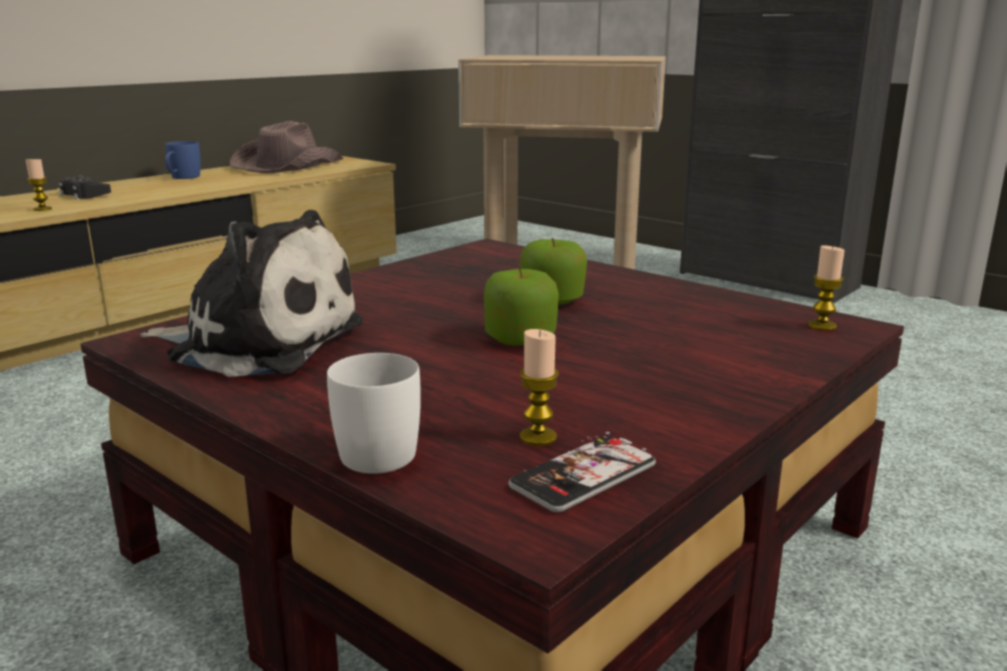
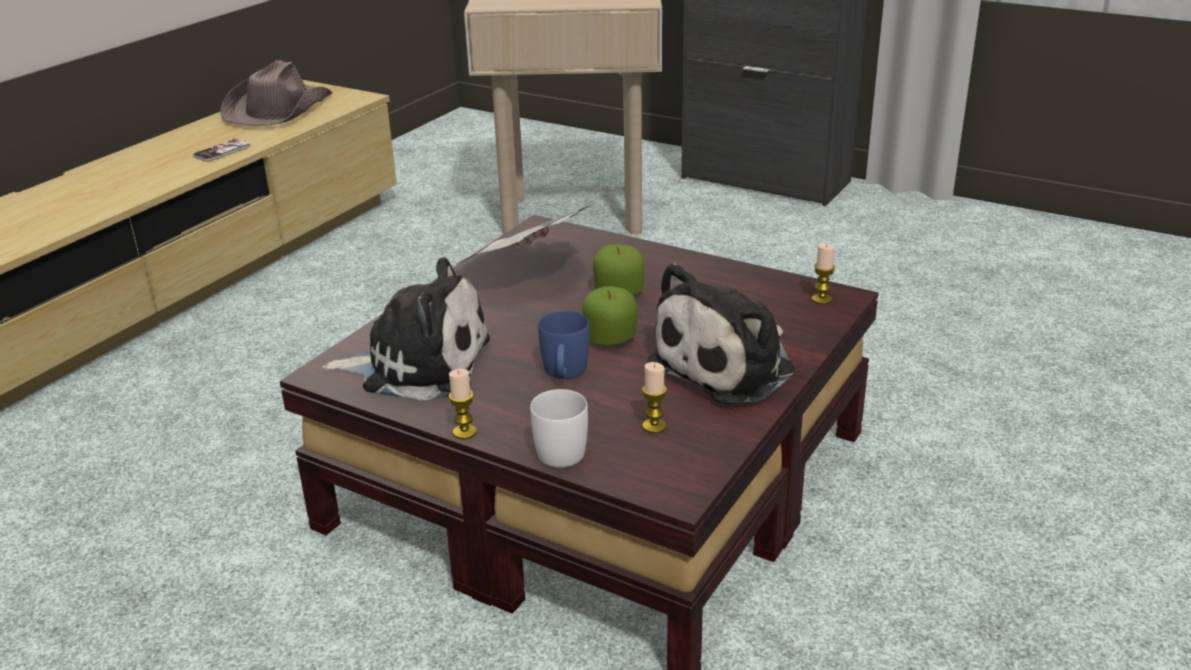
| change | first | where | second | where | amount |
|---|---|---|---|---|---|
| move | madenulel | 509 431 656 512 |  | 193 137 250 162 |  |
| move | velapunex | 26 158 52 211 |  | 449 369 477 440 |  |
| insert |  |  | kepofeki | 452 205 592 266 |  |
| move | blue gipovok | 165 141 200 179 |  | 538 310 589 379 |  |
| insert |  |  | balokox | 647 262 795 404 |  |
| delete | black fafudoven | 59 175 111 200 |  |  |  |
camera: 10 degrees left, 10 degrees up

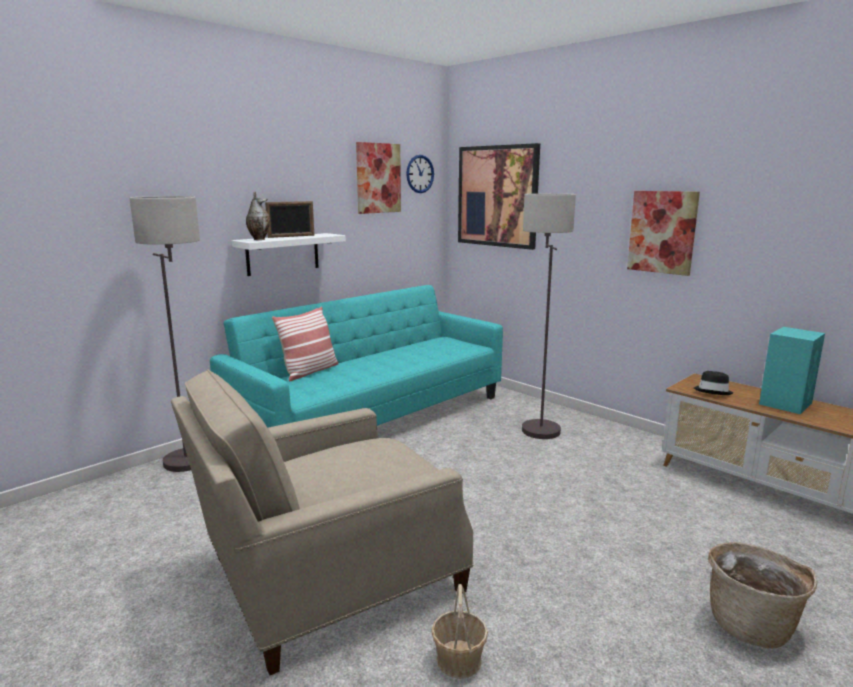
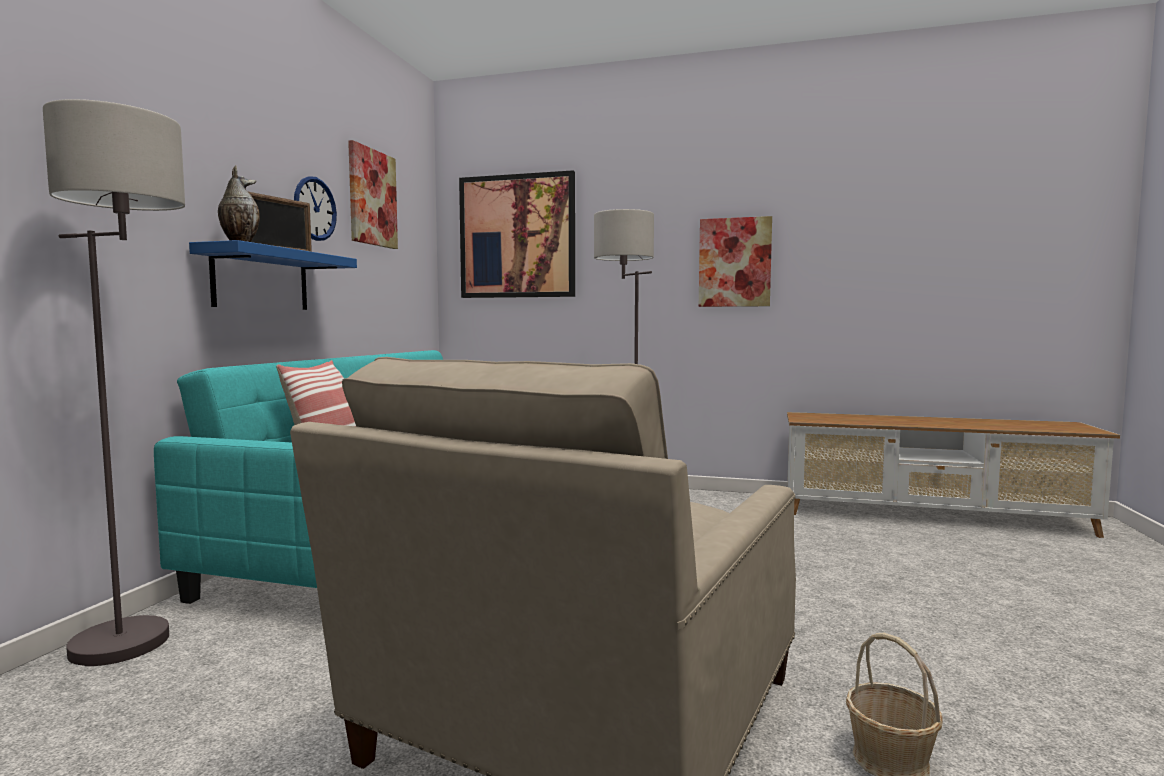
| change | first | where | second | where | amount |
|---|---|---|---|---|---|
| recolor | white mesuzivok | 232 233 346 276 | blue mesuzivok | 189 240 357 310 |  |
| move | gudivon | 406 155 434 193 |  | 294 176 337 241 |  |
| delete | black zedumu | 694 371 733 395 |  |  |  |
| delete | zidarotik | 708 542 817 648 |  |  |  |
| delete | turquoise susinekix | 759 327 825 414 |  |  |  |
camera: 30 degrees left, 10 degrees down

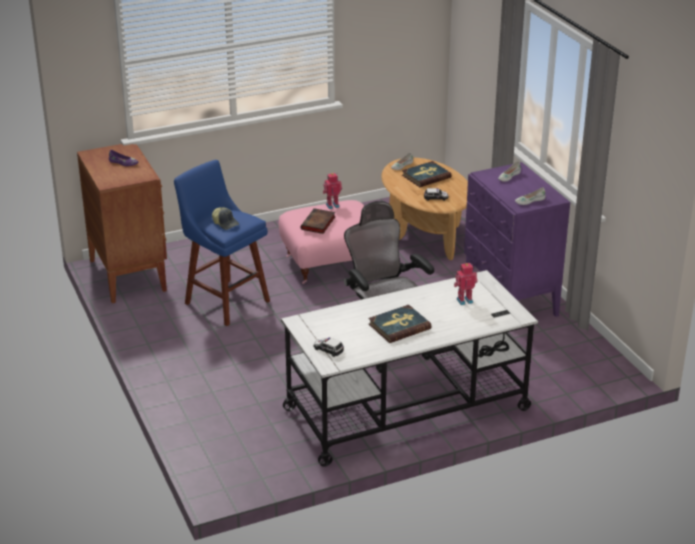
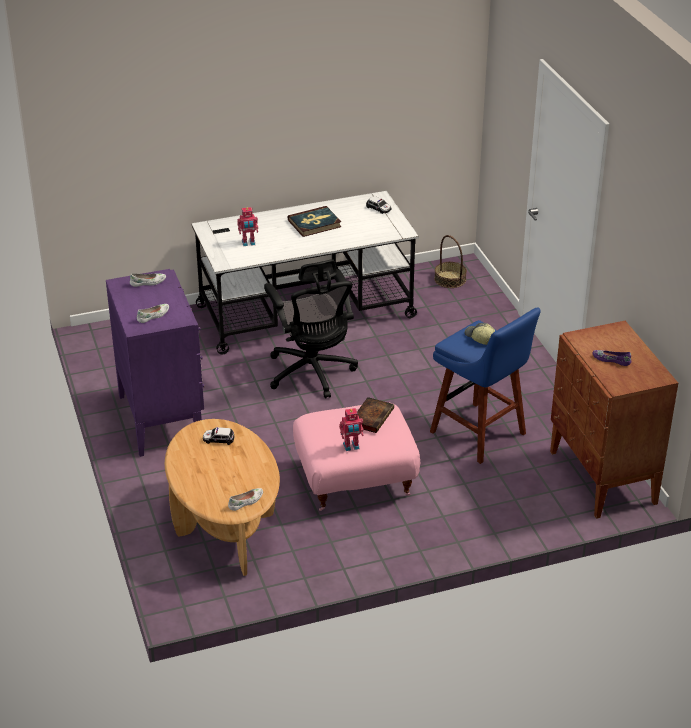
| change | first | where | second | where | amount |
|---|---|---|---|---|---|
| insert |  |  | zidarotik | 434 235 467 288 |  |
| delete | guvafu | 402 161 451 187 |  |  |  |
camera: 175 degrees left, 5 degrees up

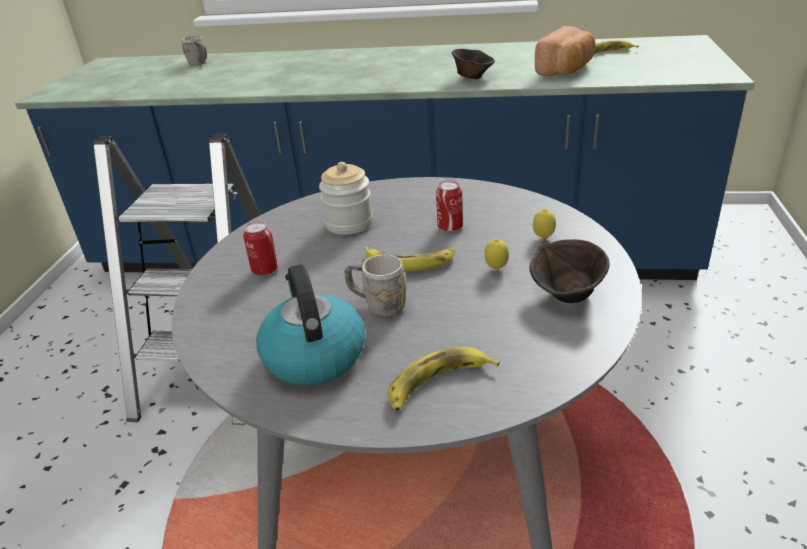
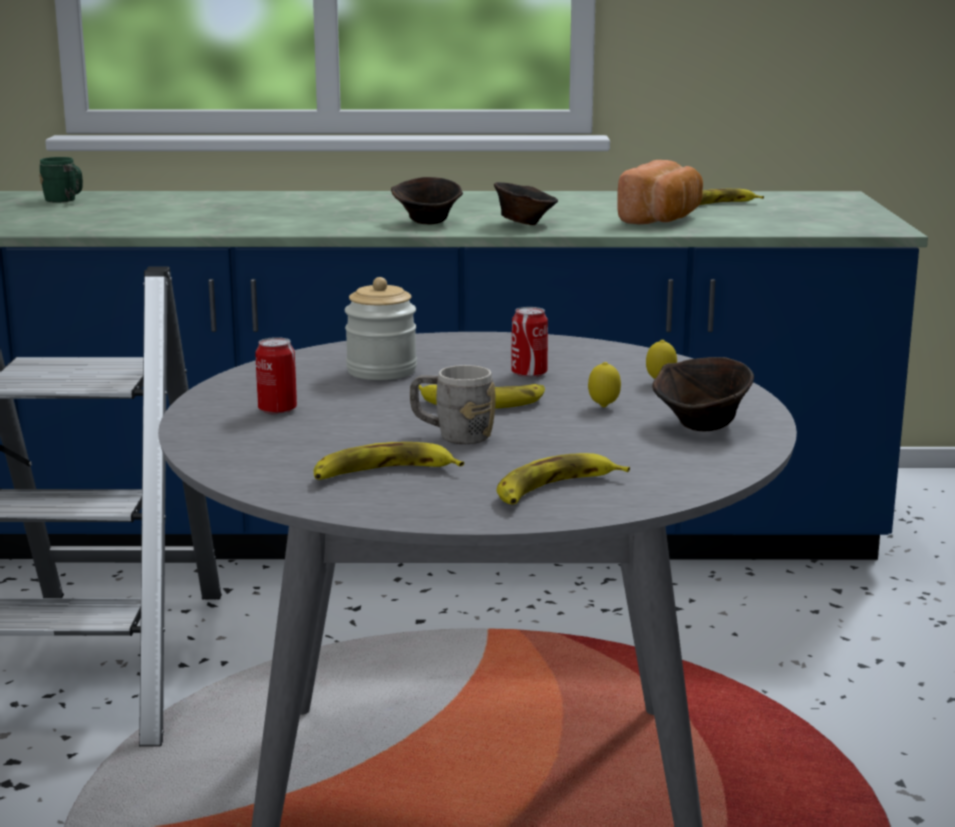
| change | first | where | second | where | amount |
|---|---|---|---|---|---|
| recolor | grey gipovok | 182 35 207 65 | green gipovok | 39 157 83 203 |  |
| replace | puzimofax | 256 264 365 385 | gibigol | 314 442 464 480 |  |
| insert |  |  | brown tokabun | 391 177 463 225 |  |
camera: 10 degrees left, 15 degrees down

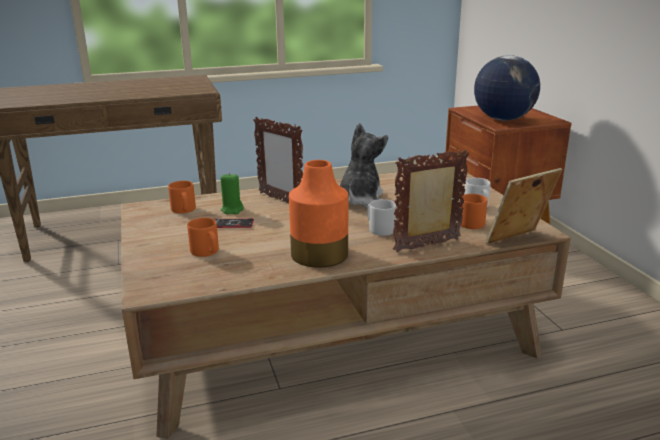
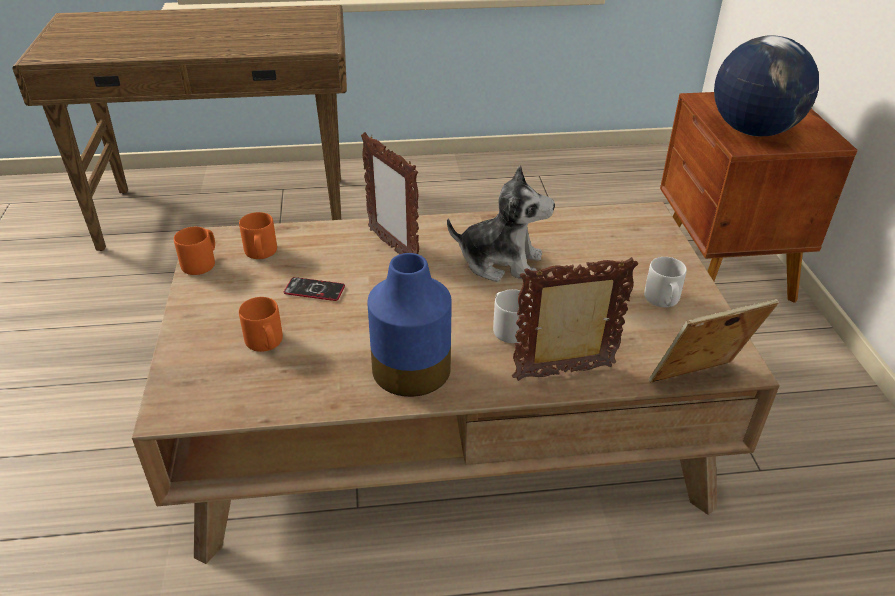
| change | first | where | second | where | amount |
|---|---|---|---|---|---|
| move | orange gipovok | 460 194 488 229 |  | 174 227 215 275 |  |
| recolor | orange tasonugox | 289 160 348 267 | blue tasonugox | 367 253 452 397 |  |
| rotate | balokox | 340 123 388 208 |  | 447 165 555 282 | 75 degrees clockwise |
| delete | green velapunex | 220 172 244 214 |  |  |  |
camera: 10 degrees right, 15 degrees up

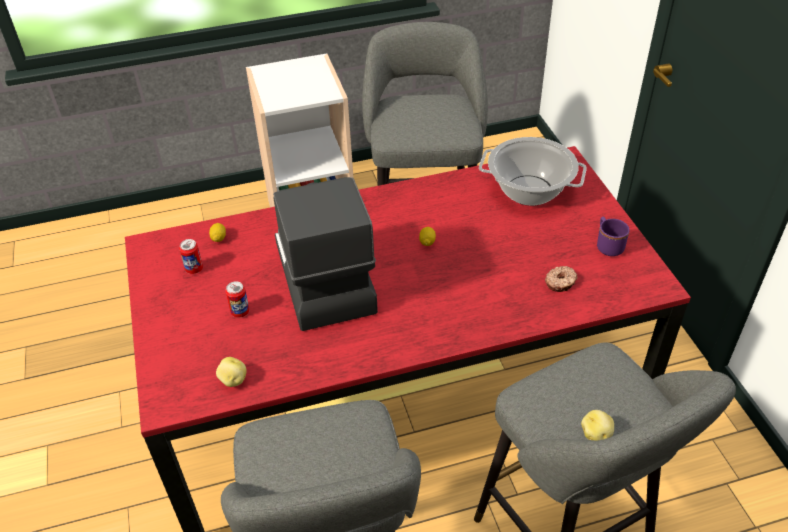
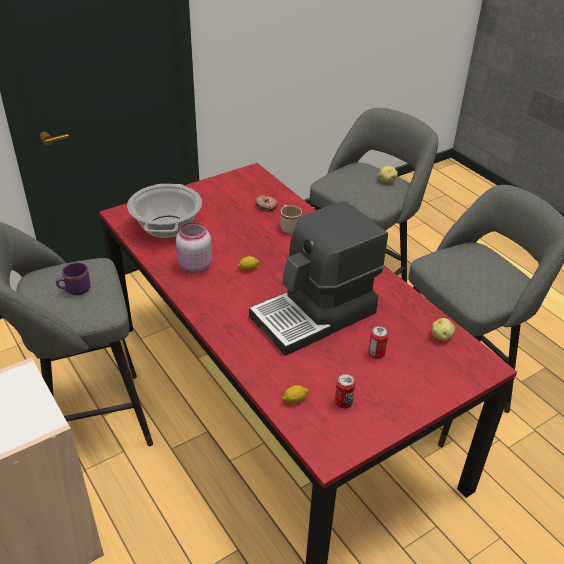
| change | first | where | second | where | amount |
|---|---|---|---|---|---|
| move | purple gipovok | 597 217 630 256 |  | 56 262 91 295 |  |
| insert |  |  | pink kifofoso | 176 222 212 274 |  |
| insert |  |  | beige gipovok | 280 205 302 234 |  |
camera: 110 degrees left, 5 degrees down

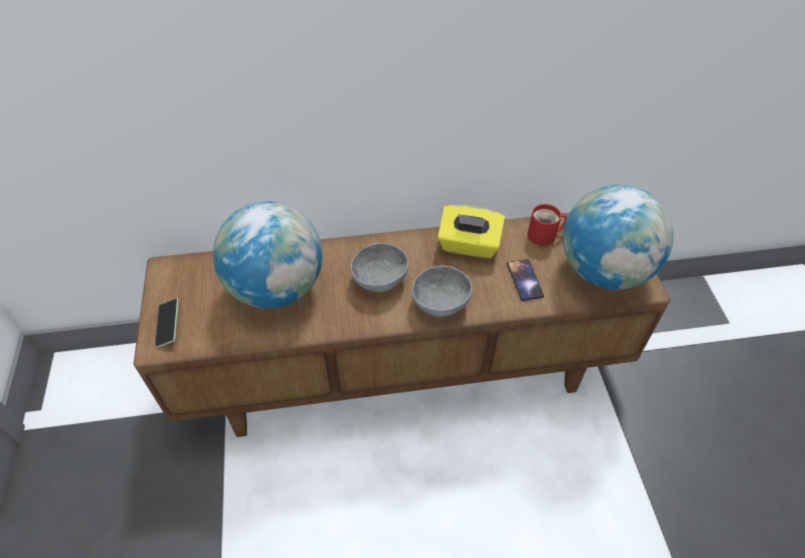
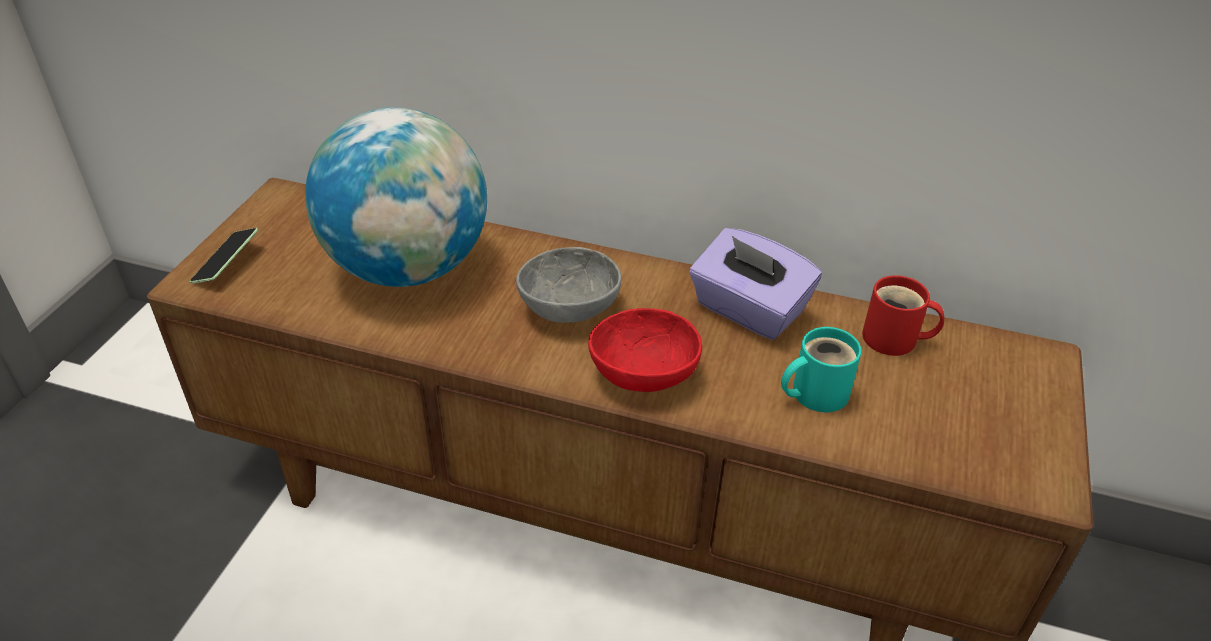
| change | first | where | second | where | amount |
|---|---|---|---|---|---|
| recolor | grey tokabun | 412 266 473 317 | red tokabun | 588 308 702 392 |  |
| recolor | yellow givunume | 438 205 505 259 | purple givunume | 689 228 822 340 |  |
| replace | madenulel | 507 259 544 301 | turquoise gipovok | 781 327 861 412 |  |
| delete | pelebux | 563 185 673 290 |  |  |  |
camera: 25 degrees right, 10 degrees down

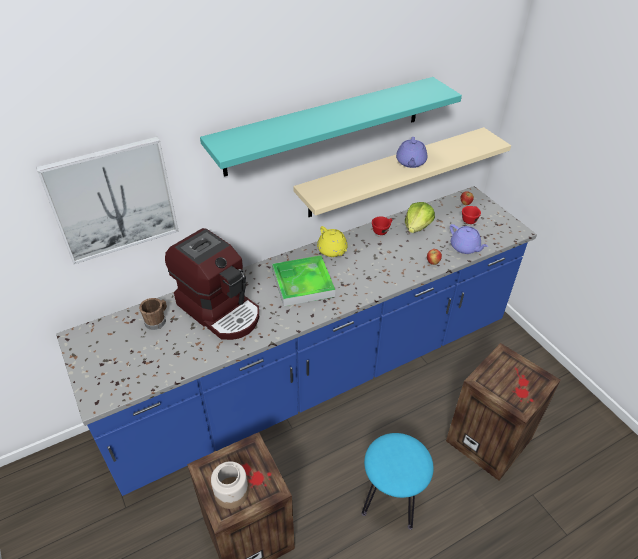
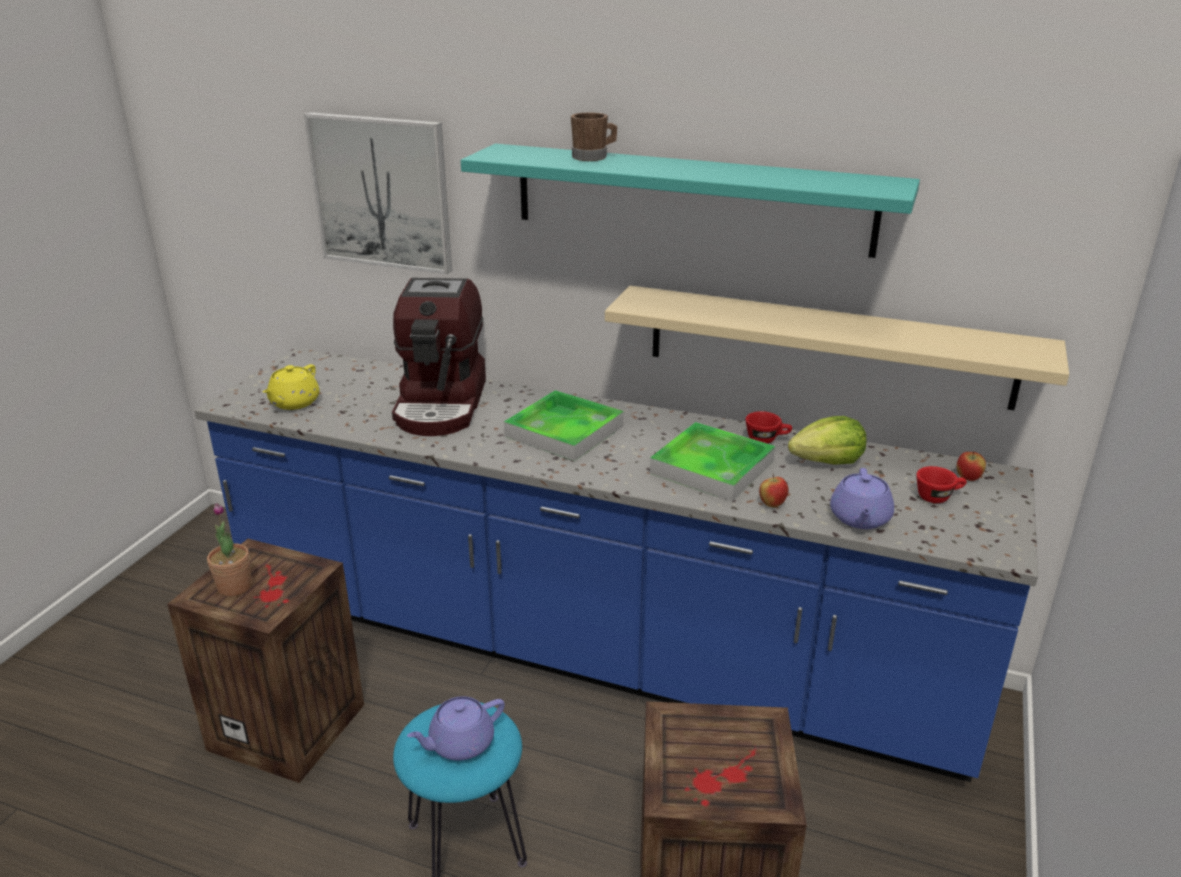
| change | first | where | second | where | amount |
|---|---|---|---|---|---|
| replace | kifofoso | 211 461 249 509 | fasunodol | 207 503 251 596 |  |
| move | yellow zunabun | 317 226 348 257 |  | 263 364 320 410 |  |
| move | purple zunabun | 396 137 428 168 |  | 407 696 505 760 |  |
| move | brown gipovok | 139 298 167 330 |  | 571 113 617 161 |  |
| insert |  |  | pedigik | 650 422 775 502 |  |
camera: 50 degrees right, 15 degrees down

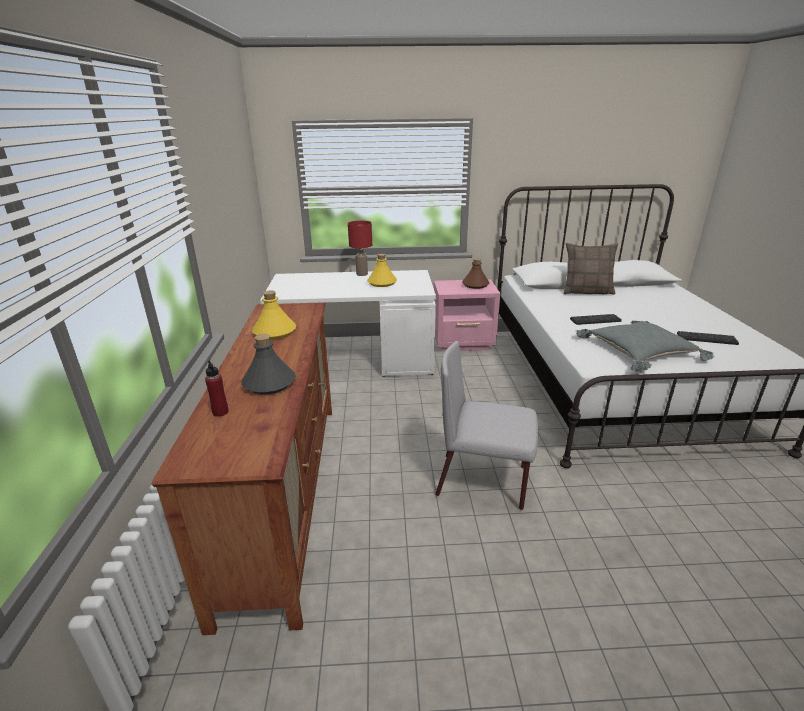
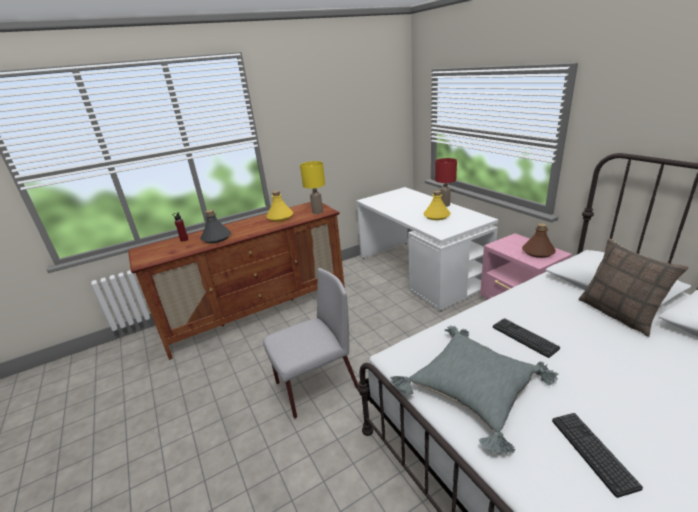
| change | first | where | second | where | amount |
|---|---|---|---|---|---|
| rotate | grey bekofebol | 435 341 538 510 |  | 263 268 358 418 | 75 degrees clockwise |
| insert |  |  | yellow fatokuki | 300 161 325 214 |  |
camera: 65 degrees right, 0 degrees up

